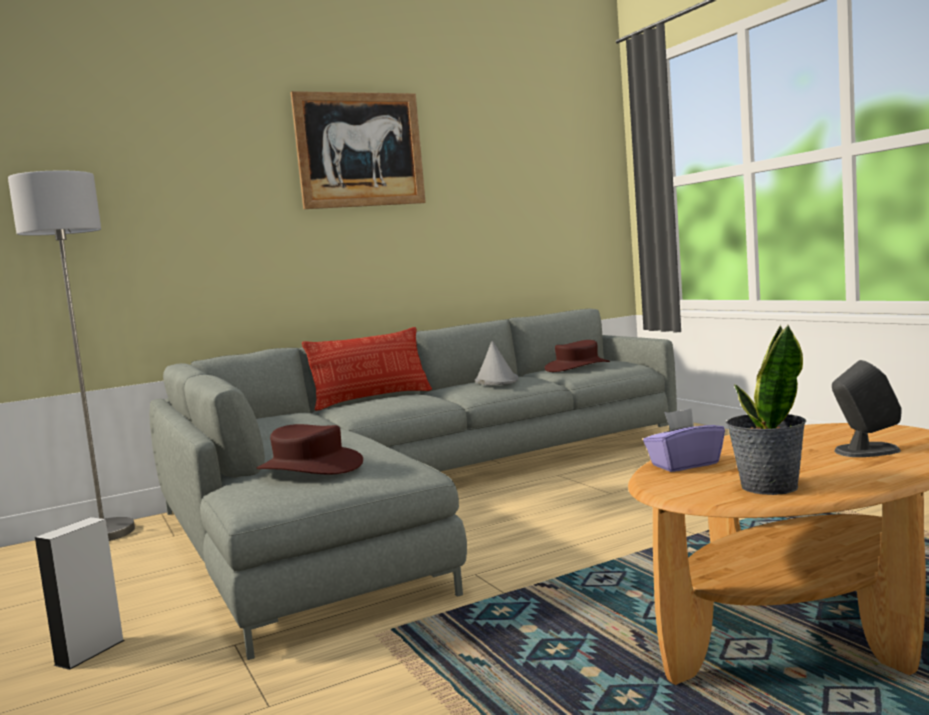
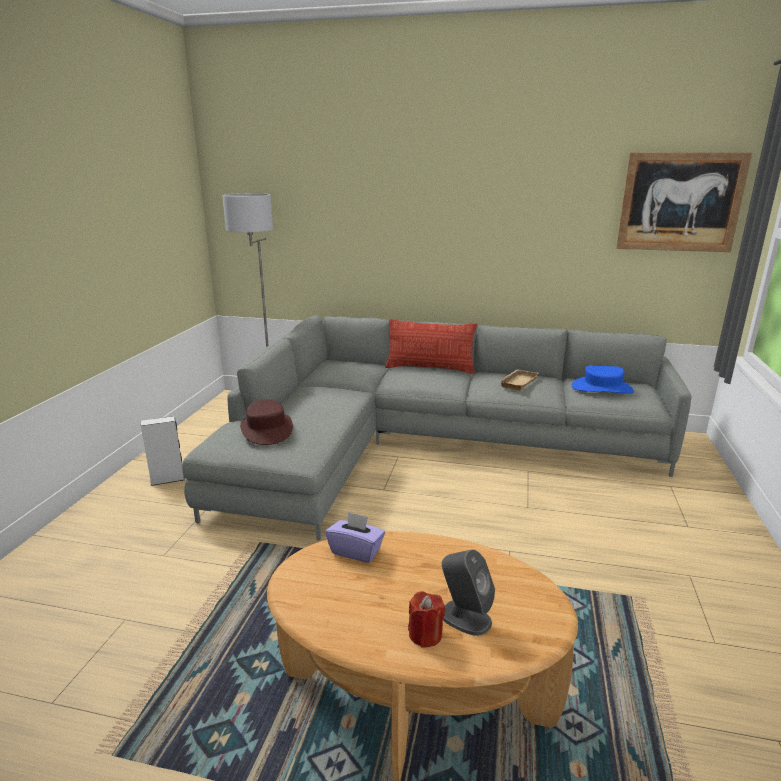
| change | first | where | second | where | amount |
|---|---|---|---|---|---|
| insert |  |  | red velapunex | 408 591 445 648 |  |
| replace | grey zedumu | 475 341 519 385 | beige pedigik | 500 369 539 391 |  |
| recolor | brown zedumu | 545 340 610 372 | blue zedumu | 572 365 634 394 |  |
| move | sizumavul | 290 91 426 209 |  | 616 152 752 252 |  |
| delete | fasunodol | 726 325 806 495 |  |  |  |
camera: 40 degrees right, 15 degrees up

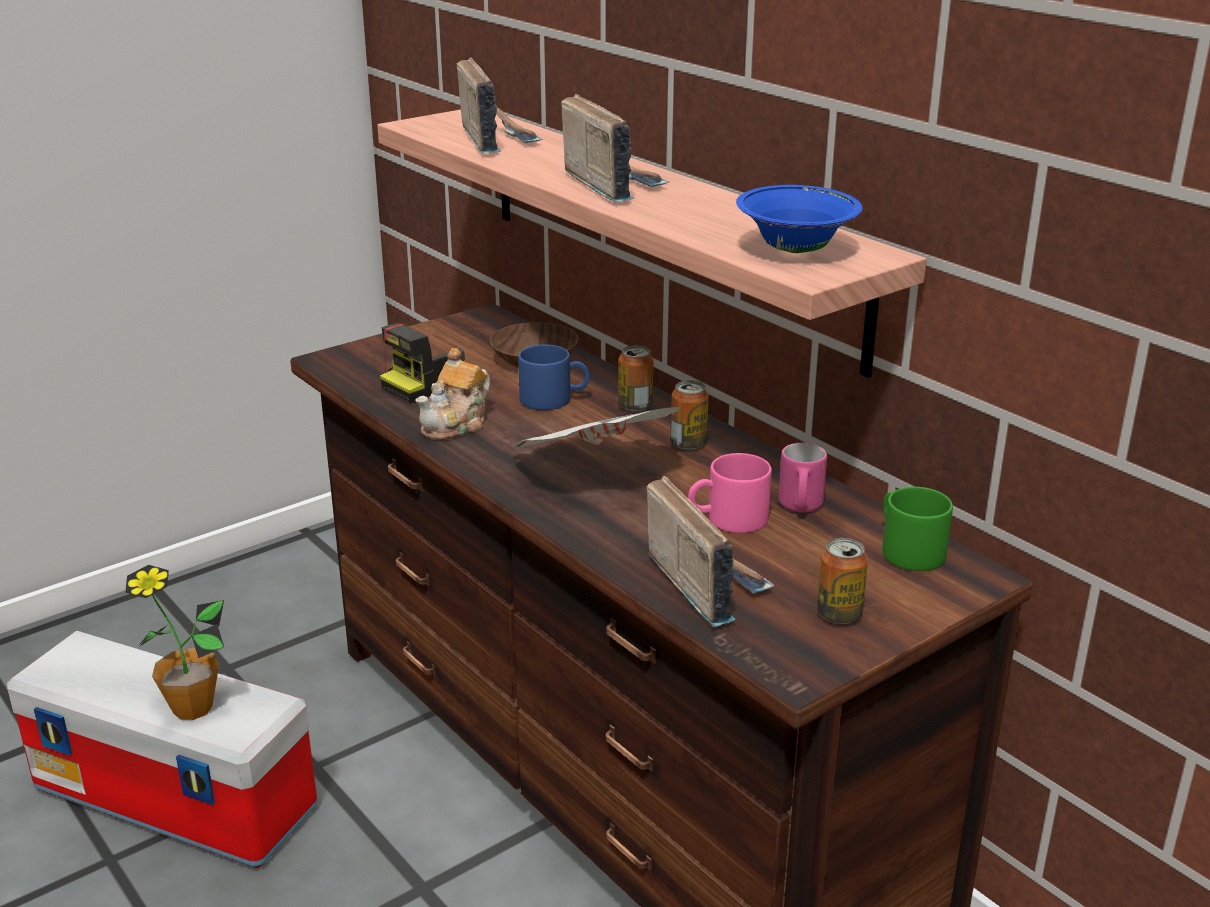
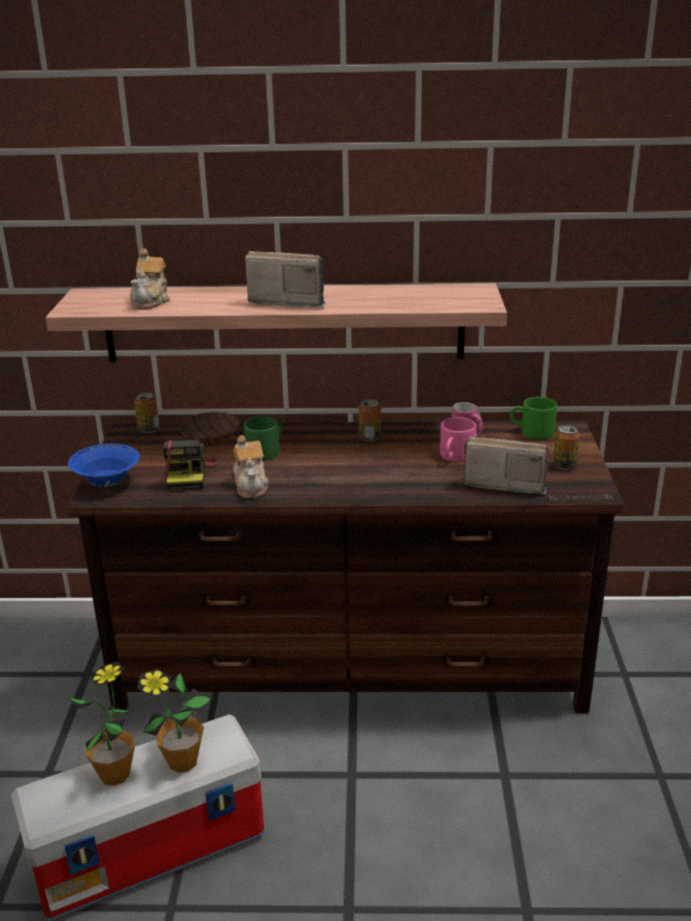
| change | first | where | second | where | amount |
|---|---|---|---|---|---|
| insert |  |  | fasunodol | 67 661 135 786 |  |
| move | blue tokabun | 736 185 863 253 |  | 68 443 140 487 |  |
| replace | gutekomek | 457 58 543 154 | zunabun | 130 248 170 309 |  |
| move | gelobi | 618 345 654 411 |  | 134 392 159 433 |  |
| recolor | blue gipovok | 518 344 590 410 | green gipovok | 244 416 283 461 |  |
| delete | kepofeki | 512 407 681 448 |  |  |  |
camera: 50 degrees left, 0 degrees up

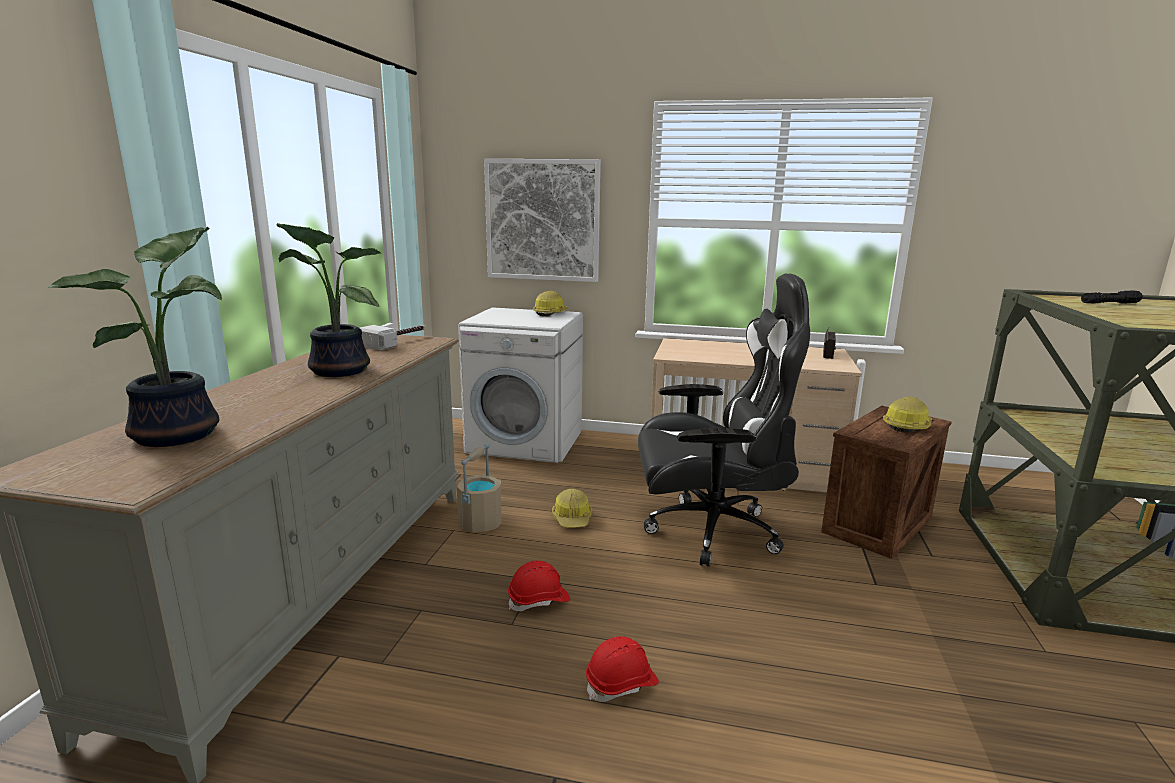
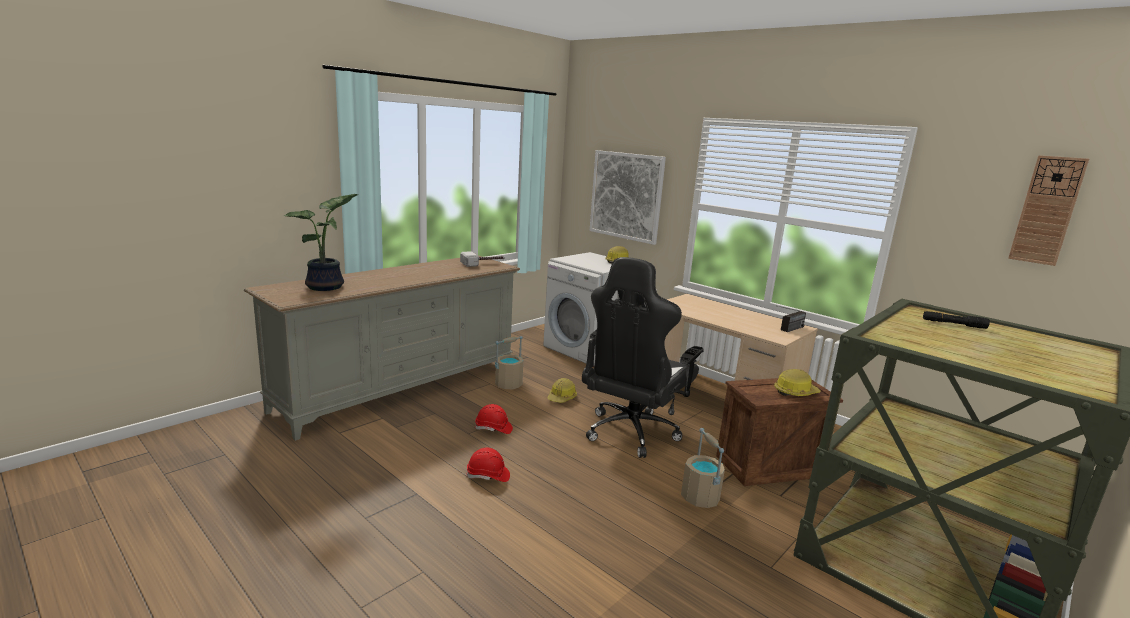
| change | first | where | second | where | amount |
|---|---|---|---|---|---|
| rotate | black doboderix | 638 274 810 567 |  | 582 257 703 458 | 90 degrees clockwise |
| insert |  |  | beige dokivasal | 681 428 725 508 |  |
| insert |  |  | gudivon | 1008 155 1089 266 |  |
| delete | fasunodol | 276 223 382 377 |  |  |  |
camera: 30 degrees right, 0 degrees up

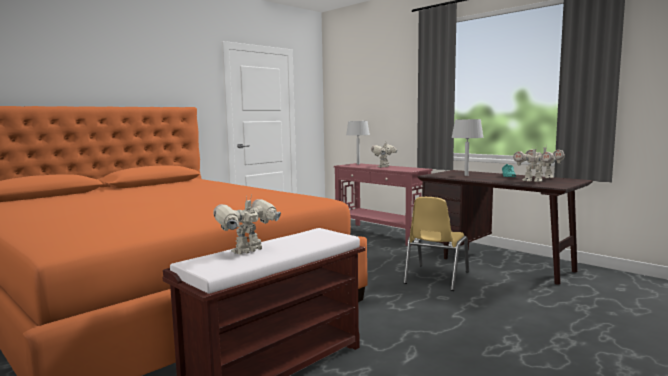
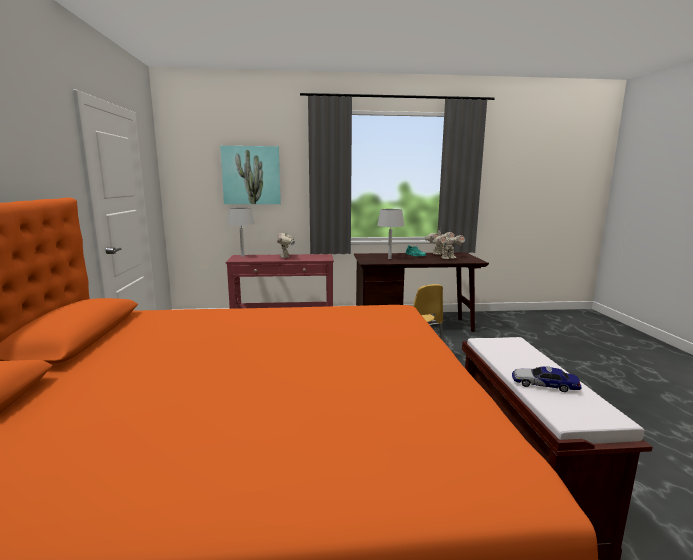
| change | first | where | second | where | amount |
|---|---|---|---|---|---|
| insert |  |  | sizumavul | 220 146 281 204 |  |
| replace | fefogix | 213 195 281 255 | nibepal | 512 366 582 392 |  |
camera: 50 degrees left, 5 degrees up

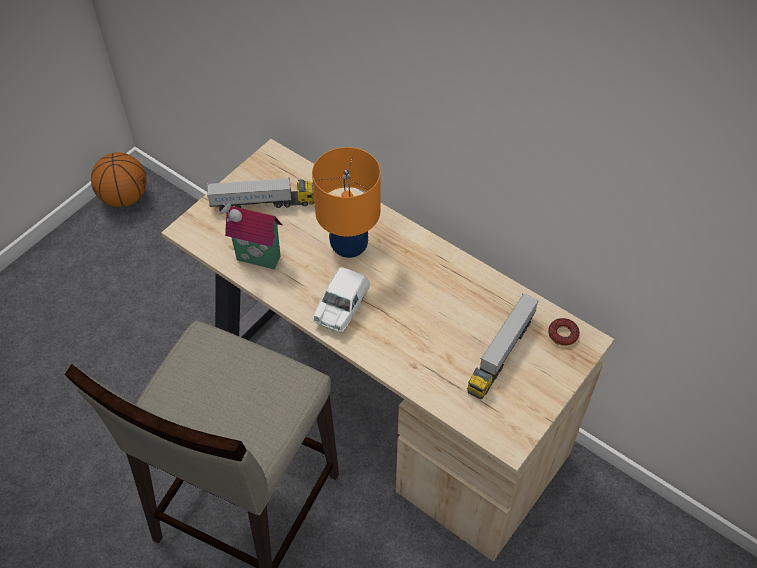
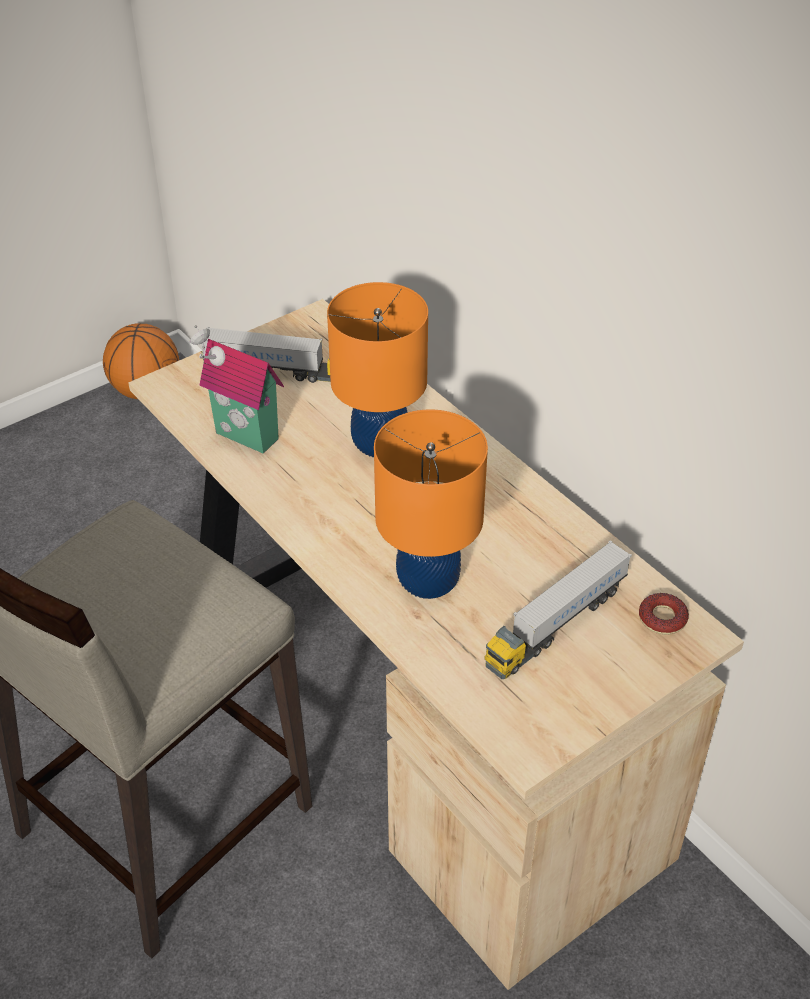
| change | first | where | second | where | amount |
|---|---|---|---|---|---|
| insert |  |  | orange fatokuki | 374 409 488 599 |  |
| delete | white nibepal | 313 267 370 332 |  |  |  |
camera: 15 degrees right, 10 degrees down

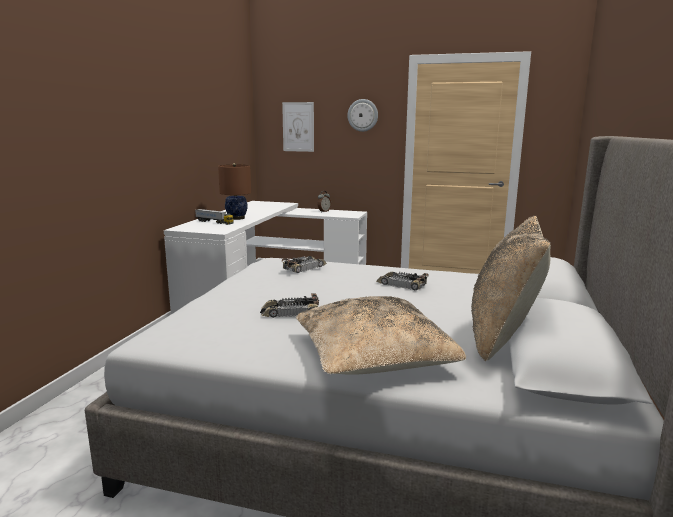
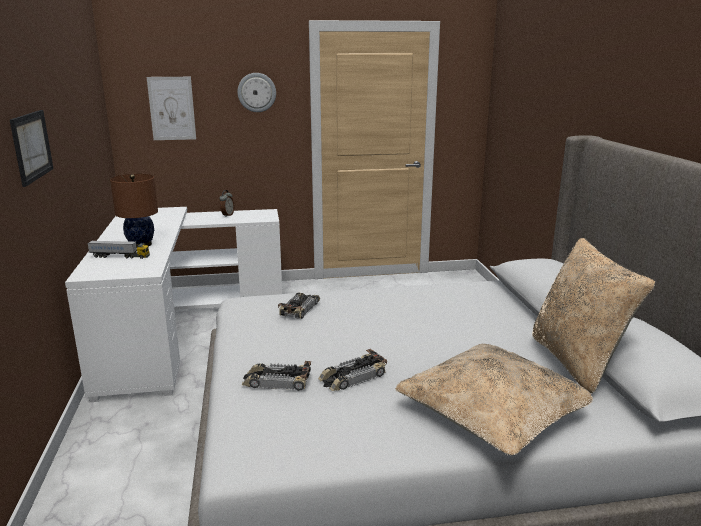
| change | first | where | second | where | amount |
|---|---|---|---|---|---|
| insert |  |  | sizumavul | 10 110 54 187 |  |
| move | nibepal | 376 272 429 290 |  | 242 361 311 391 |  |
camera: 25 degrees left, 5 degrees up

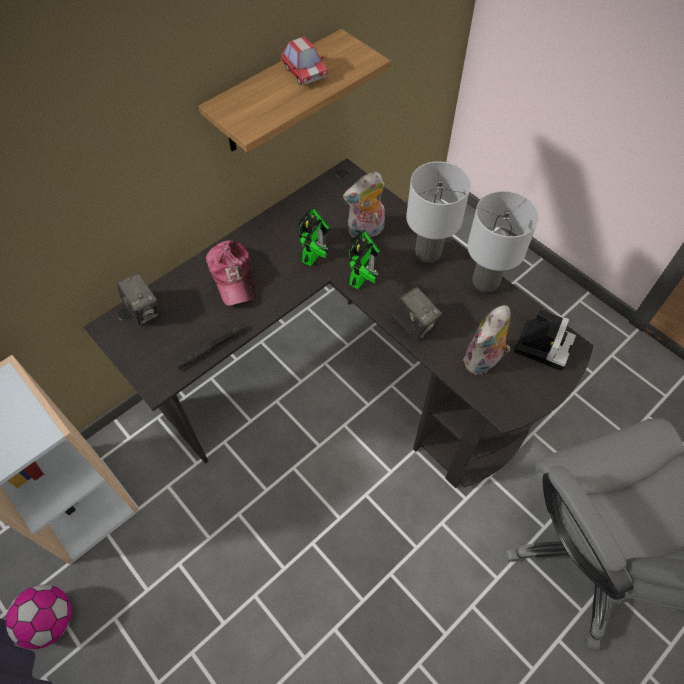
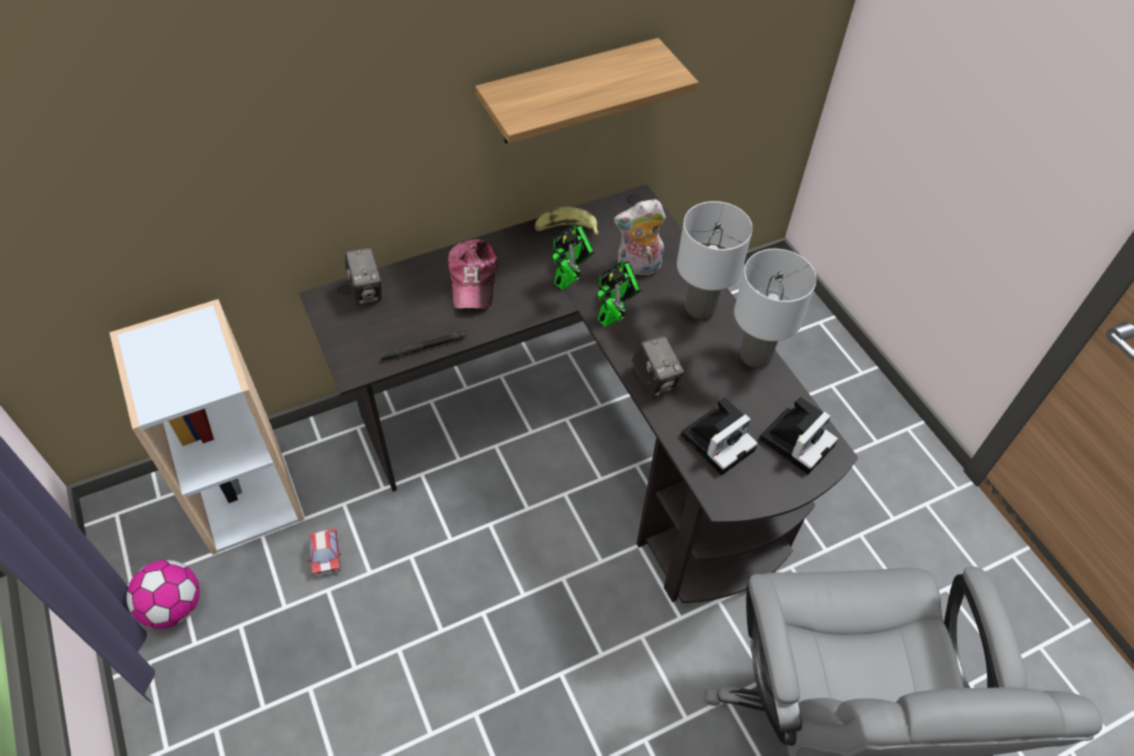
| change | first | where | second | where | amount |
|---|---|---|---|---|---|
| move | nibepal | 281 36 328 85 |  | 307 529 341 576 |  |
| insert |  |  | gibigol | 535 206 599 235 |  |
| replace | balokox | 463 305 511 375 | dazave | 681 397 758 475 |  |
camera: 15 degrees right, 5 degrees down

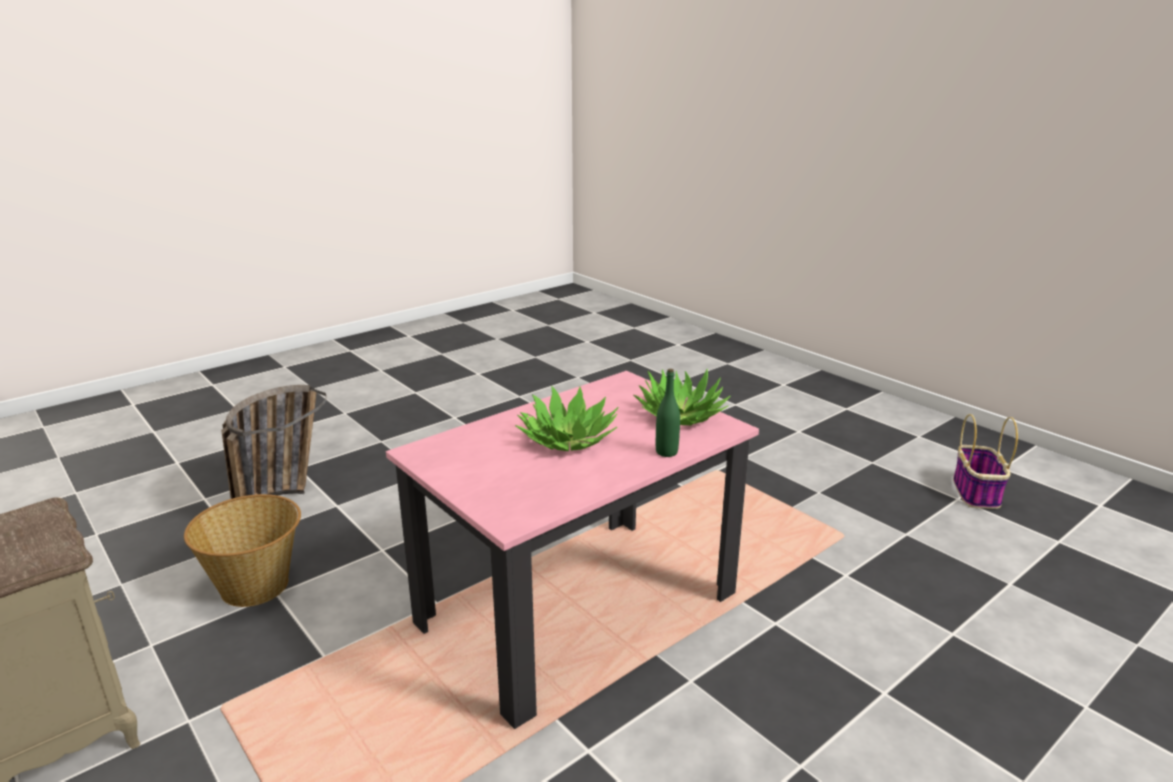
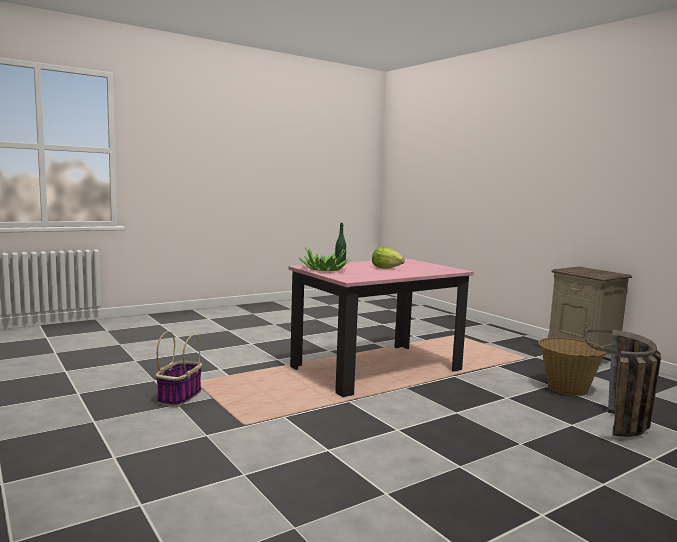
| change | first | where | second | where | amount |
|---|---|---|---|---|---|
| move | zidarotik | 953 414 1018 509 |  | 156 331 202 407 |  |
| replace | fasunodol | 515 386 619 451 | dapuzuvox | 372 247 405 269 |  |
camera: 175 degrees left, 15 degrees down

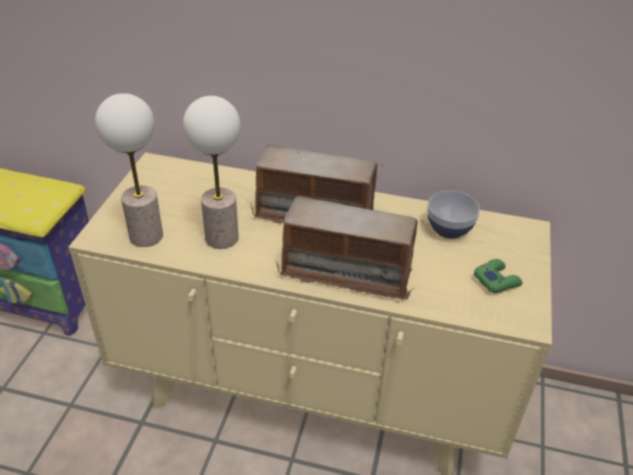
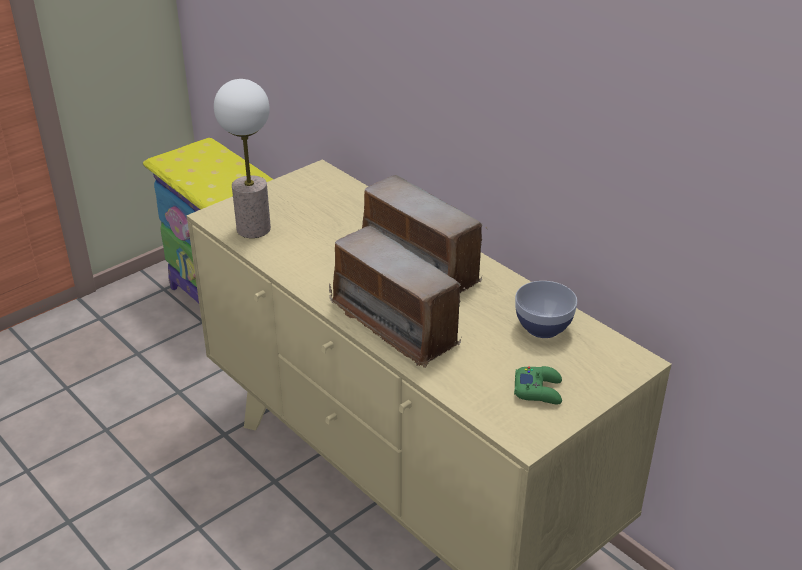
| change | first | where | second | where | amount |
|---|---|---|---|---|---|
| delete | fatokuki | 183 96 241 249 |  |  |  |
camera: 35 degrees right, 5 degrees down

